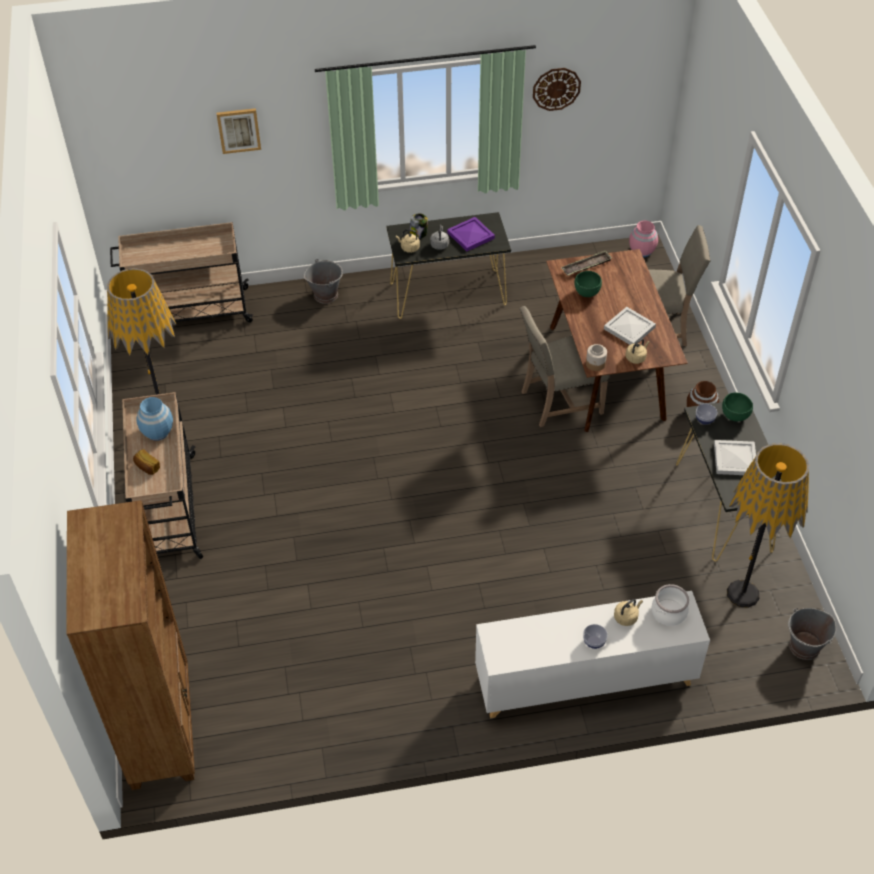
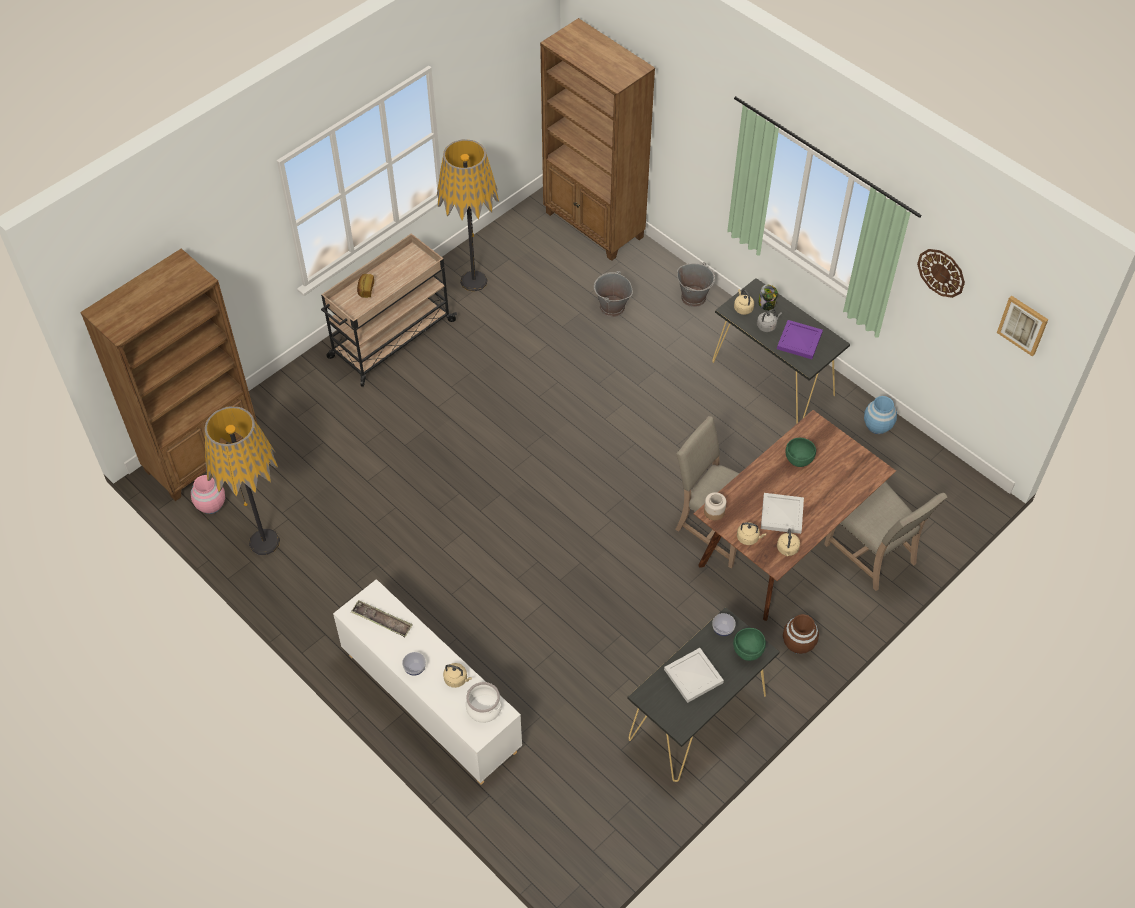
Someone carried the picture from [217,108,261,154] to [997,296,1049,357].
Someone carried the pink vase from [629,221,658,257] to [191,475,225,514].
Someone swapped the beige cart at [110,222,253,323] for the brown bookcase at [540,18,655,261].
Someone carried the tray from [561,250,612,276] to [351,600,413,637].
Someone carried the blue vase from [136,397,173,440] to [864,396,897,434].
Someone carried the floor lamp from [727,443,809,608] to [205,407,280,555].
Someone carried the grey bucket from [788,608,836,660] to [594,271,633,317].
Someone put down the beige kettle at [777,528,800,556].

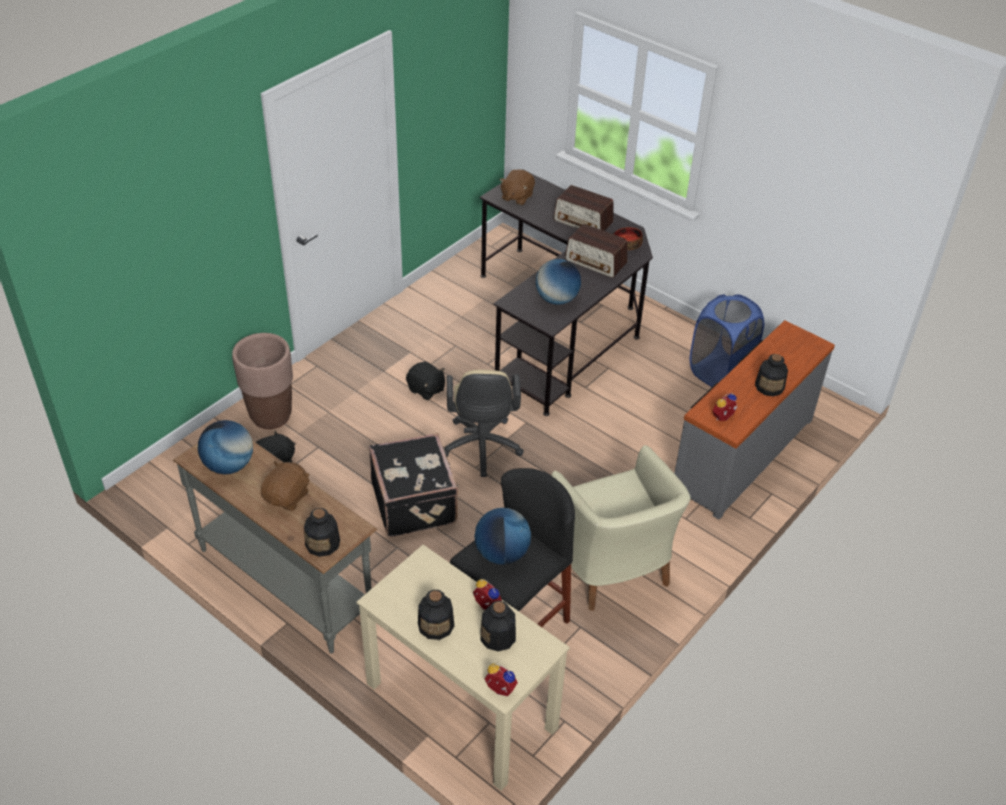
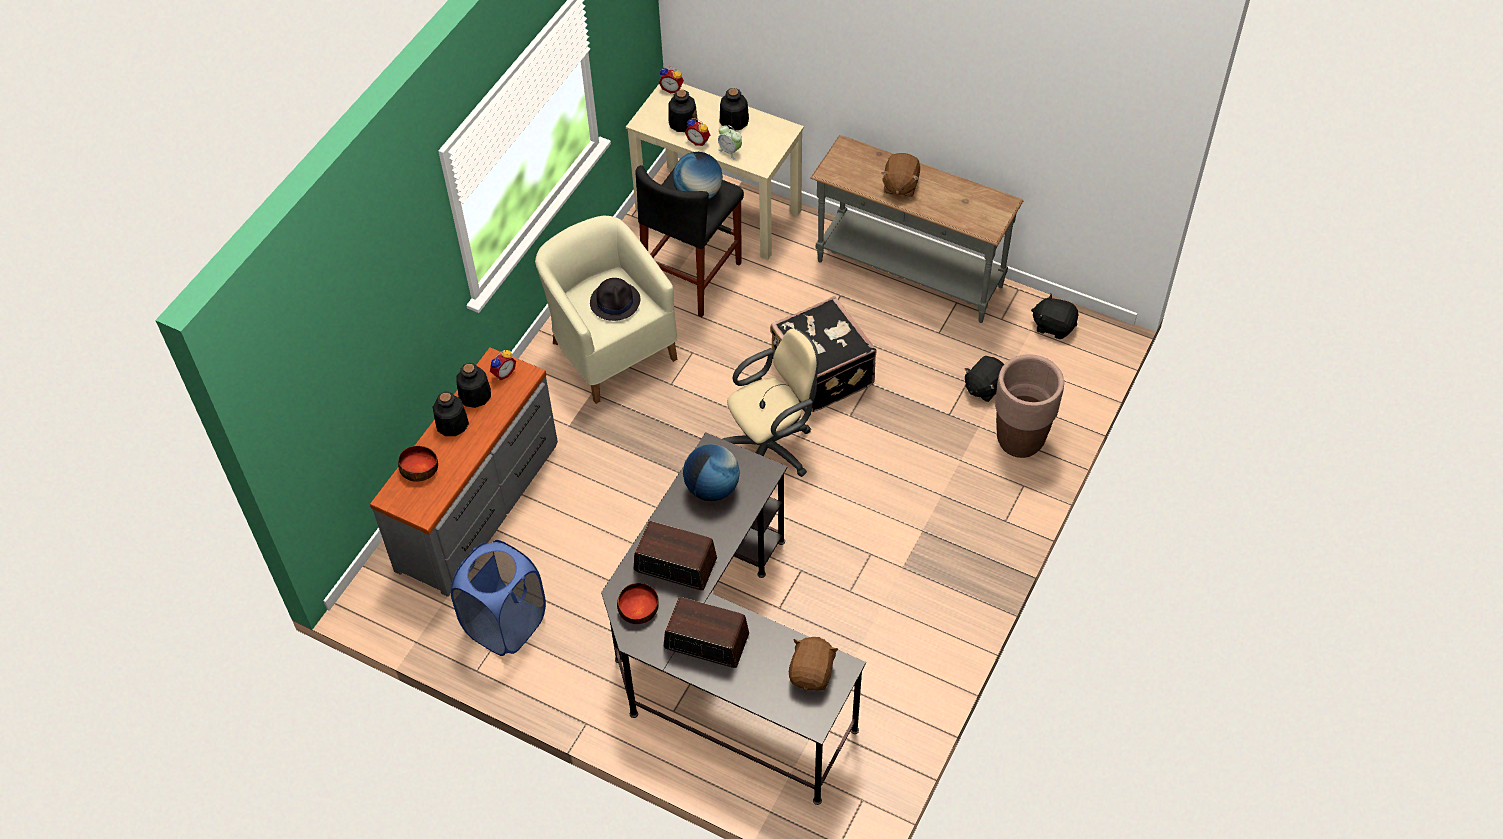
Someone carried the black plush toy from [406,361,445,400] to [1031,294,1078,339].
Someone rotated the beige office chair at [445,370,524,477] by 75 degrees clockwise.
Someone took away the globe at [198,420,253,474].
Someone carried the bottle from [304,508,340,557] to [456,363,491,408].
Someone put down the alarm clock at [718,125,742,160].
Someone put down the black hat at [590,278,640,321].
Someone put down the bowl at [398,446,438,482].

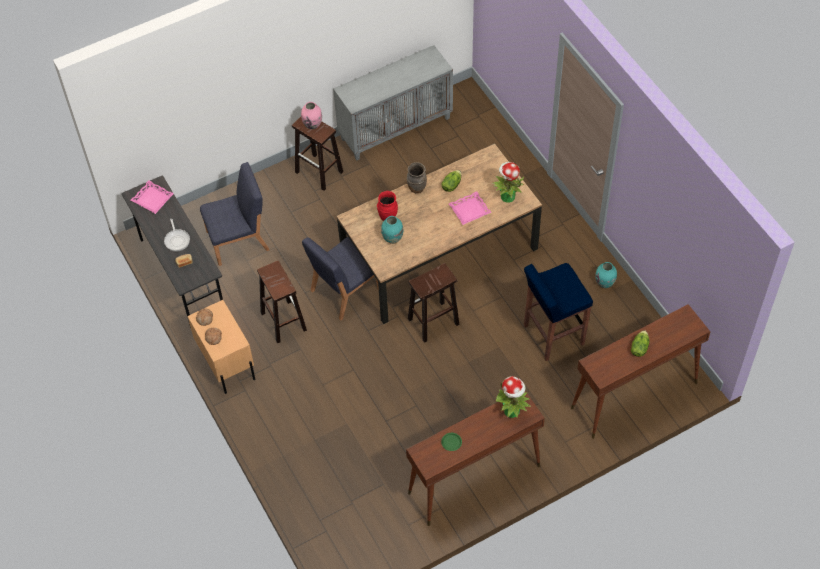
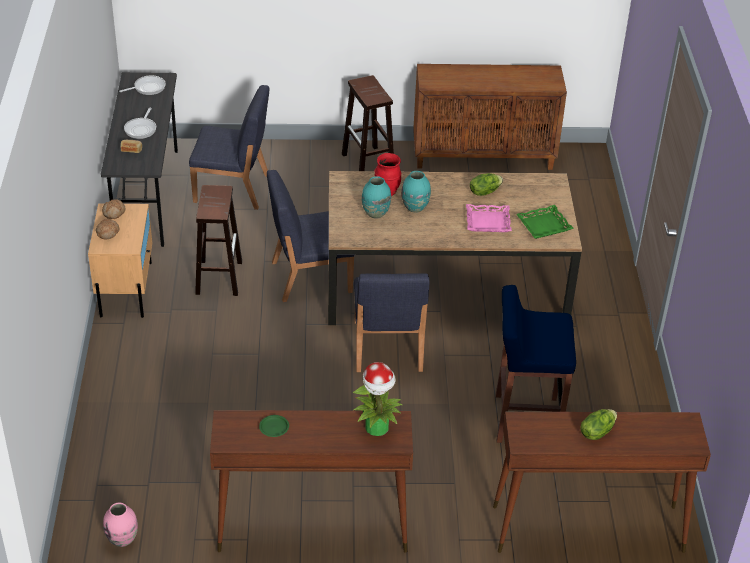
Someone repainted the grey cabinet at [333,45,453,161], which became the brown cabinet at [413,64,567,170].
Someone carried the pink vase from [301,102,322,129] to [103,503,138,547].
Someone took away the brown vase at [407,162,427,193].
Someone swapped the potted plant at [492,162,524,203] for the green tray at [516,205,574,239].
Someone swapped the pink tray at [131,180,174,214] for the frying pan at [119,75,166,95].
Someone carried the turquoise vase from [595,262,617,288] to [401,171,431,213].
Someone swapped the brown stool at [408,263,459,343] for the blue chair at [354,273,430,372].

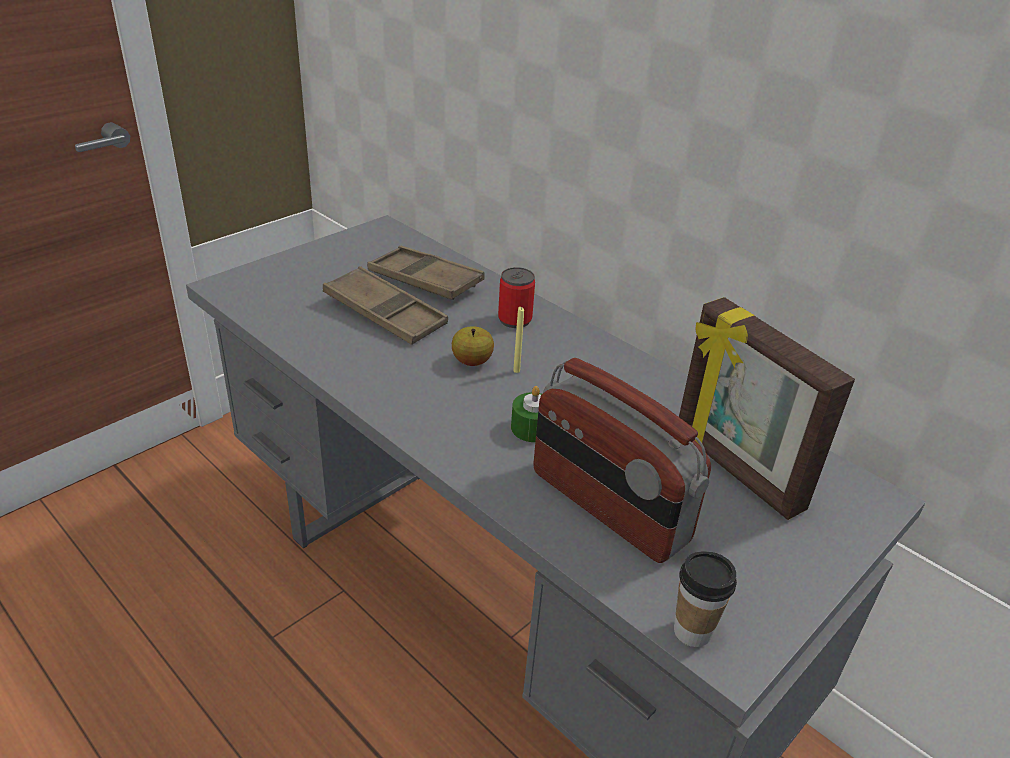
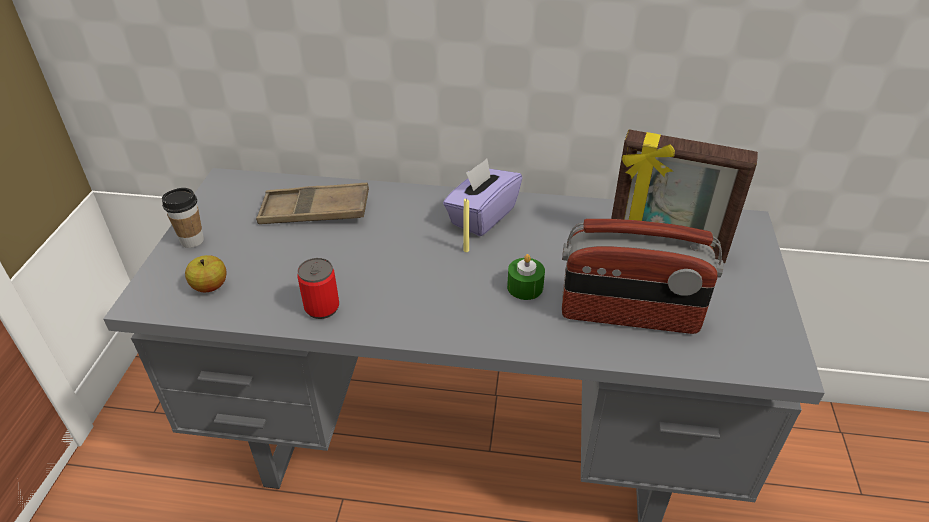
Someone took away the brown tray at [323,266,448,345].
Someone carried the can from [498,267,535,328] to [298,258,339,319].
Someone carried the apple from [452,326,494,366] to [185,255,227,292].
Someone carried the cup from [674,551,737,647] to [162,188,204,248].
Someone put down the purple tissue box at [443,159,522,236].

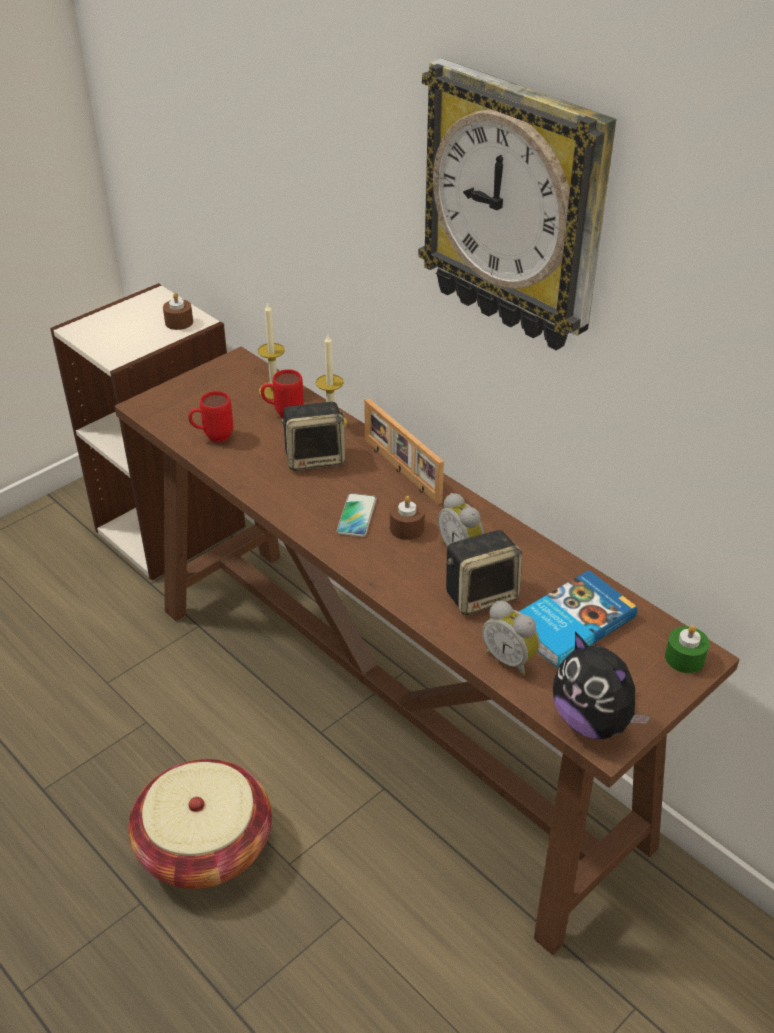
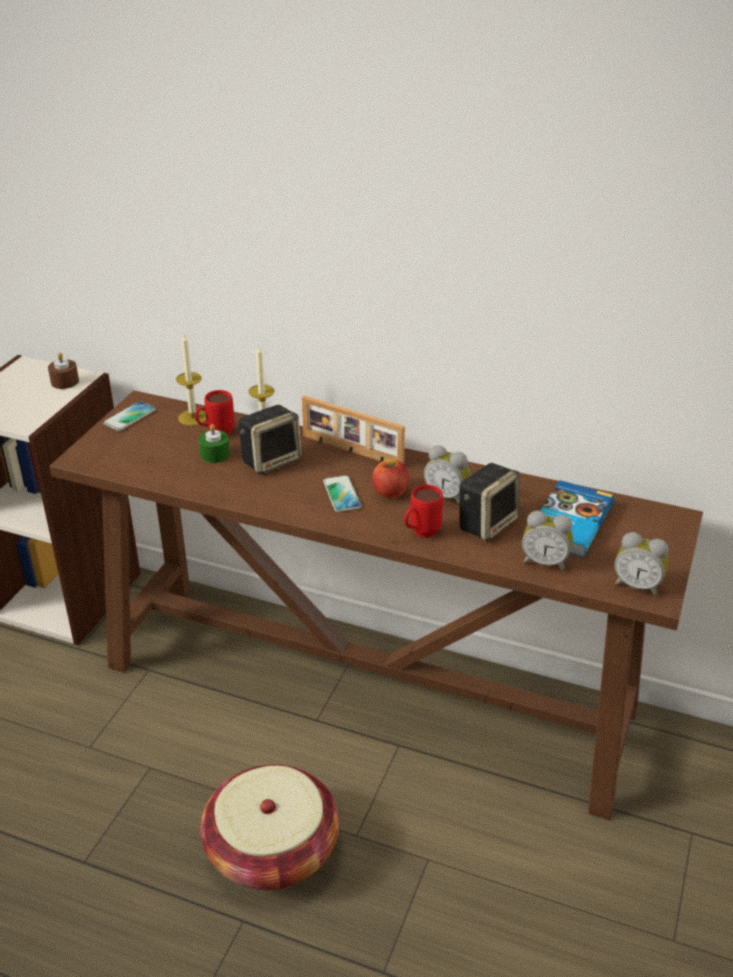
Someone took away the wall clock at [418,58,616,350].
Someone carried the red mug from [188,391,233,443] to [404,485,443,538].
Someone swapped the brown candle at [390,496,425,540] for the apple at [372,459,409,498].
Someone carried the green candle from [665,625,710,673] to [198,424,230,463].
Someone swapped the plush toy at [553,632,650,739] for the alarm clock at [614,532,669,596].
Someone put down the phone at [103,401,156,431].

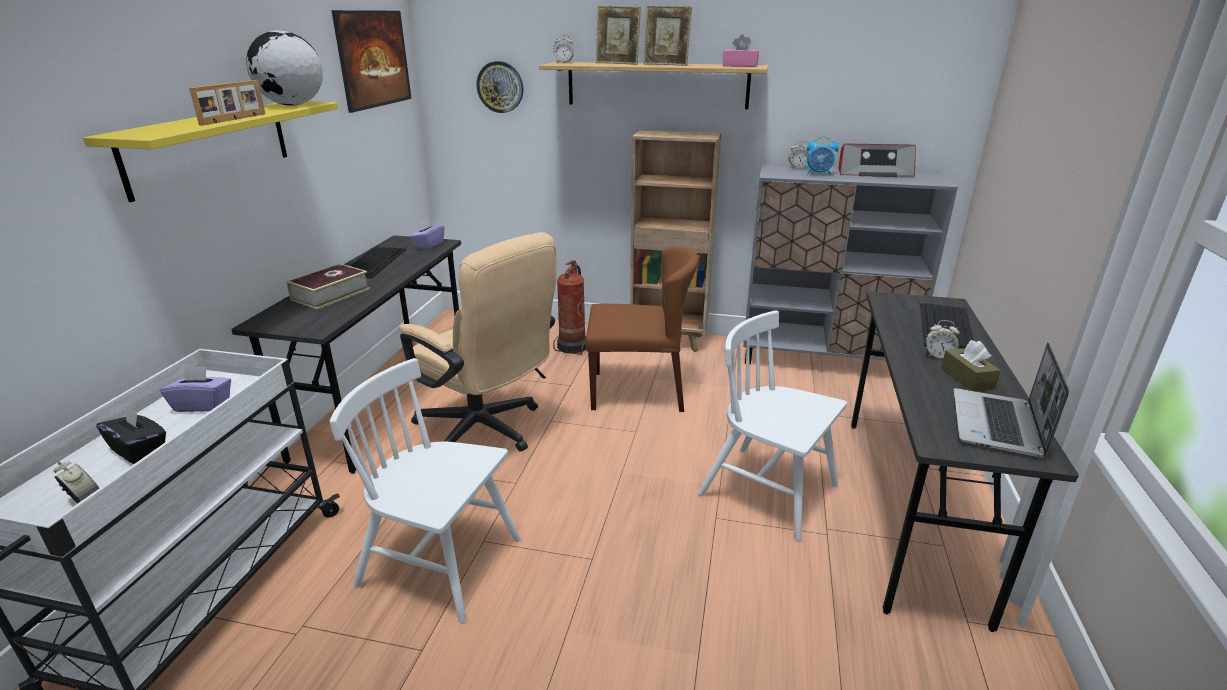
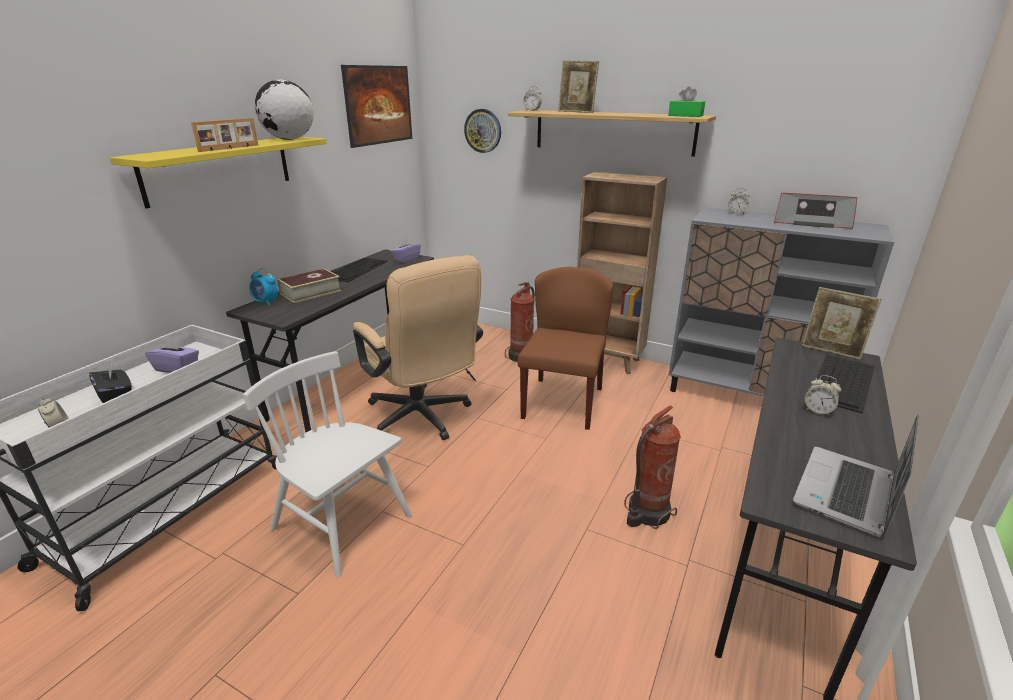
Someone carried the picture frame from [644,5,692,66] to [802,287,882,360].
Someone repainted the pink tissue box at [723,35,759,67], which became the green tissue box at [668,86,705,117].
Someone carried the alarm clock from [807,136,839,175] to [249,268,278,306].
Someone rotated the brown chair at [585,246,698,412] by 90 degrees counterclockwise.
Someone swapped the white chair at [698,311,847,541] for the fire extinguisher at [624,406,681,529].
Someone took away the brown tissue box at [941,340,1001,391].

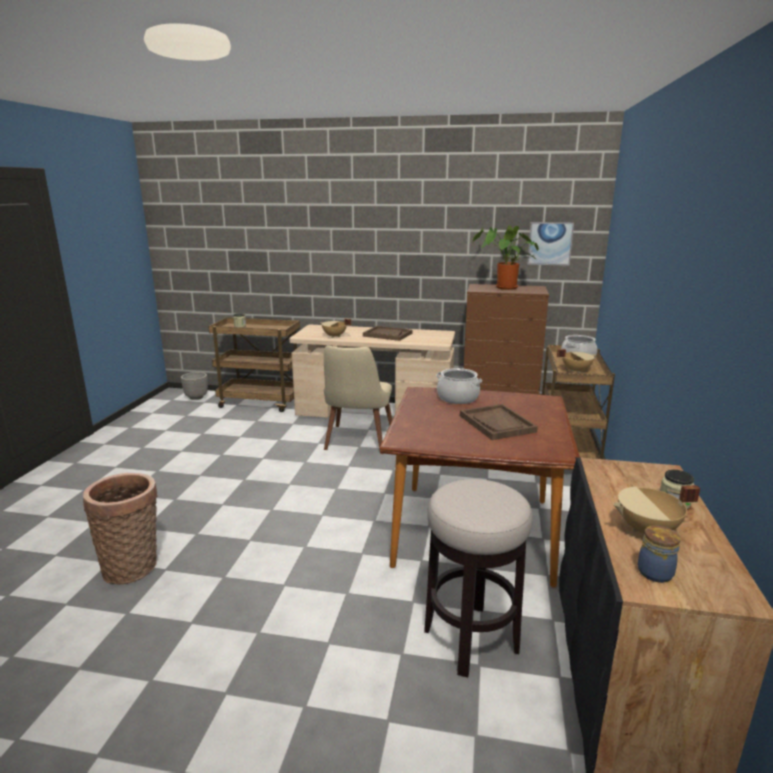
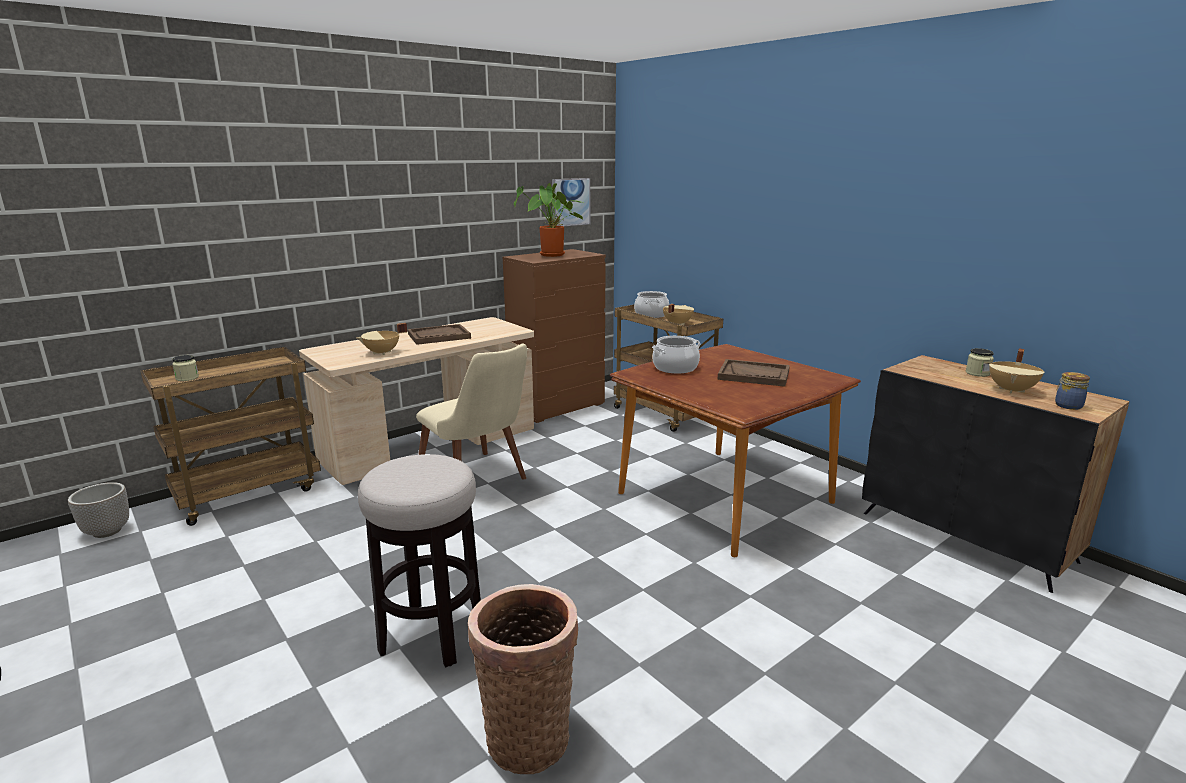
Someone carried the stool from [424,479,533,677] to [358,454,481,668].

